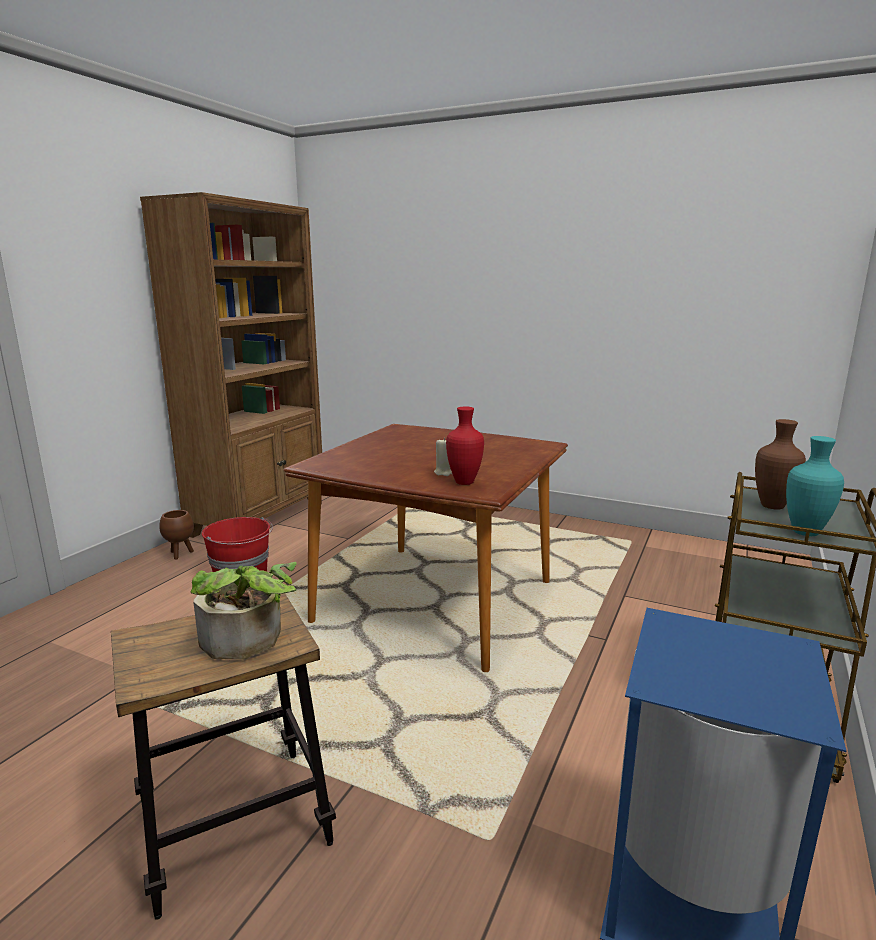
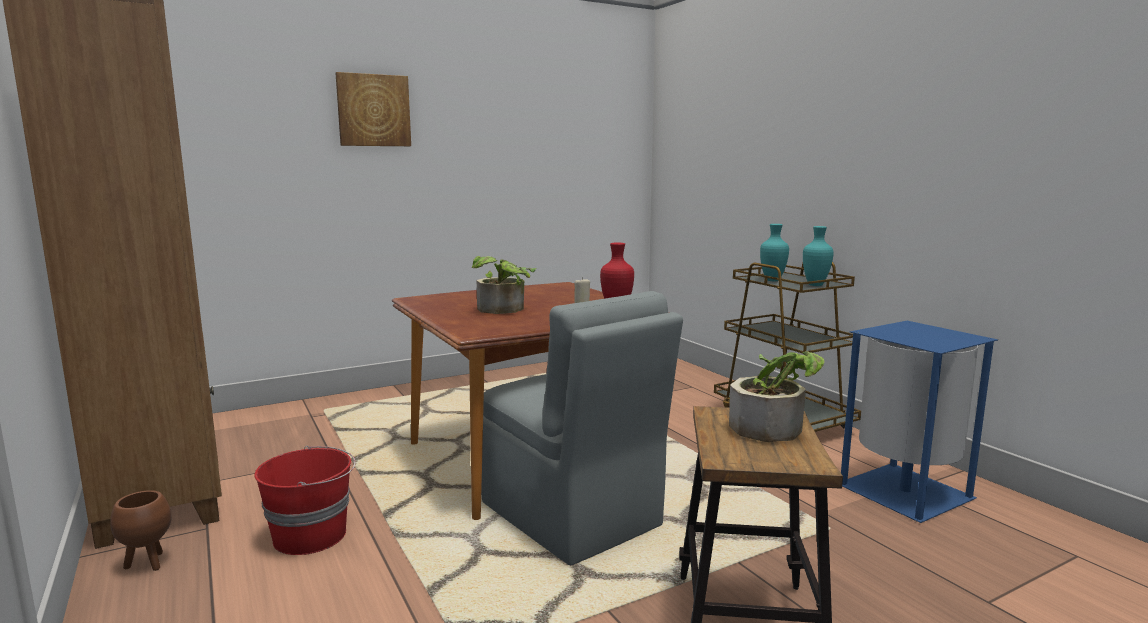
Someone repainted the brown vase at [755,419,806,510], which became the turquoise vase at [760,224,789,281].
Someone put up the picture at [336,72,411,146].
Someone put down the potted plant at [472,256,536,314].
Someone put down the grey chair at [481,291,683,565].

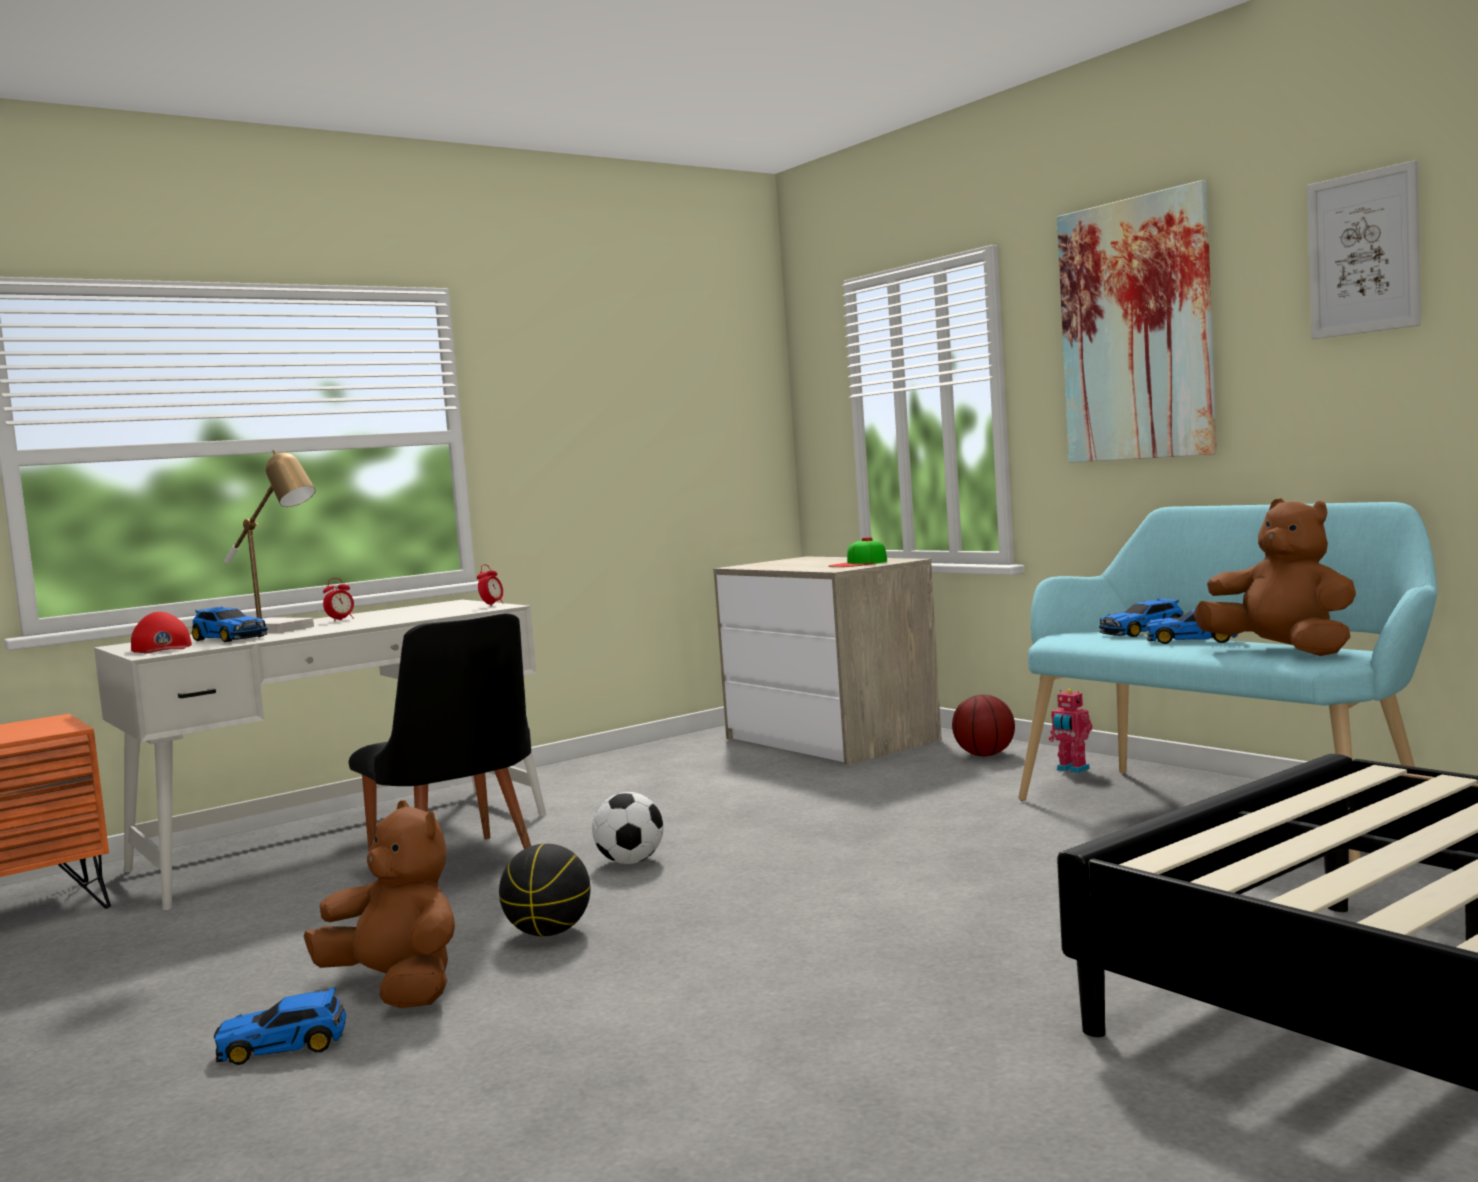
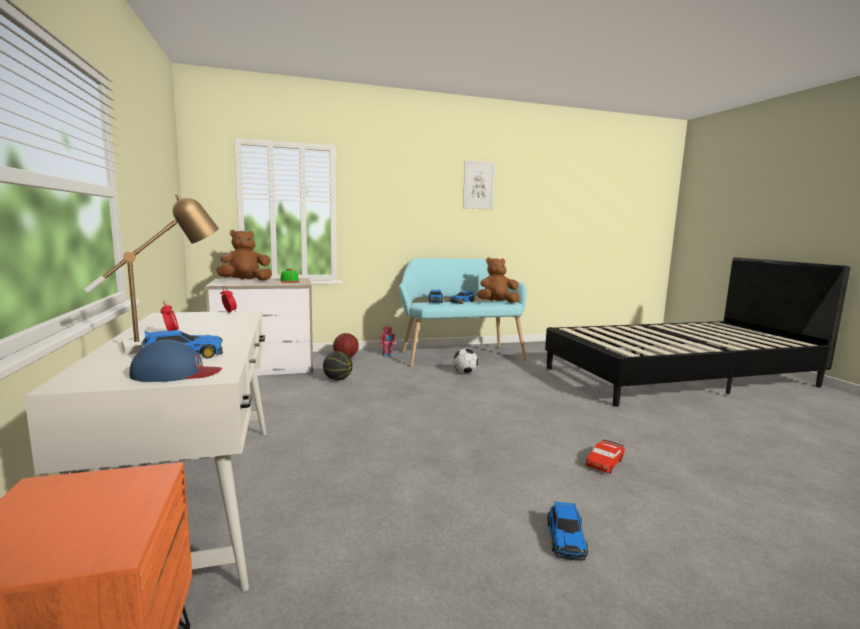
Someone took away the picture at [1057,180,1217,463].
Someone repainted the red cap at [131,612,192,654], which became the blue cap at [129,340,222,382].
Someone took away the black chair at [349,613,531,851].
Someone carried the football from [592,792,663,864] to [453,348,478,374].
Someone carried the brown plush toy from [303,800,455,1008] to [216,230,272,281].
Someone carried the basketball from [499,843,590,936] to [323,351,353,381].
Someone put down the red toy car at [585,440,625,473].

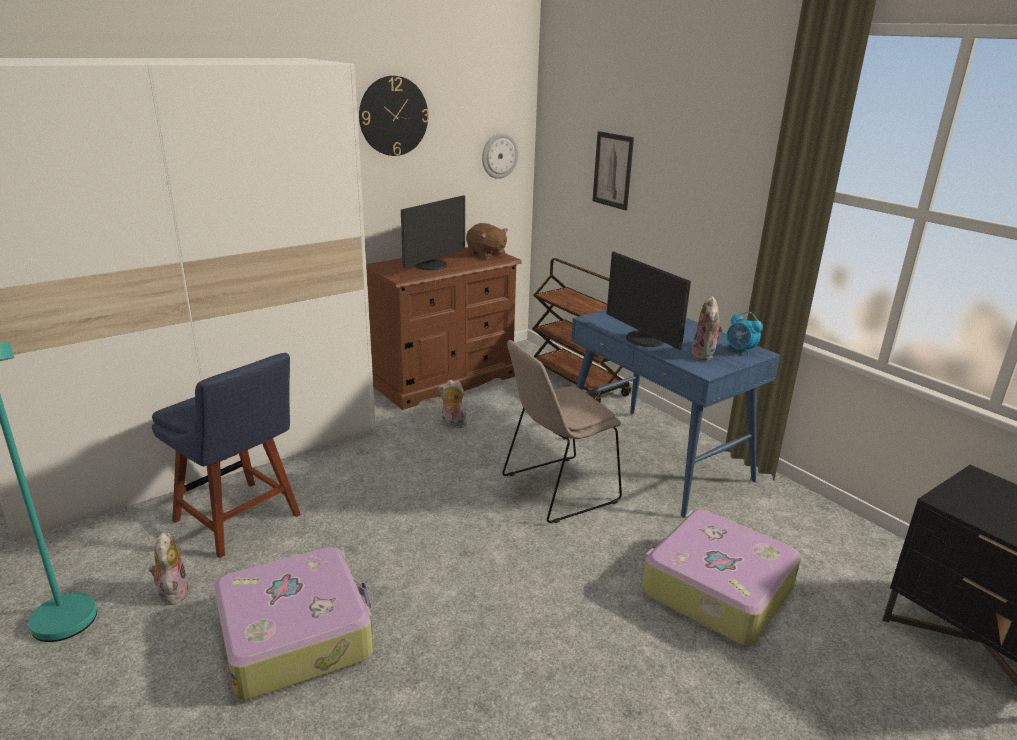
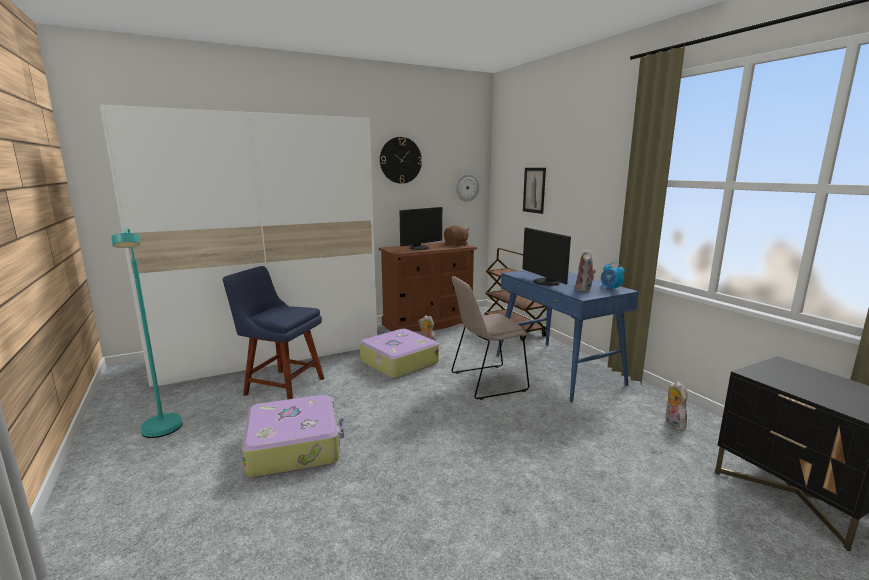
Someone rotated the blue chair at [152,353,301,558] by 150 degrees clockwise.
Someone carried the suitcase from [642,510,801,646] to [360,329,439,379].
Someone carried the plush toy from [149,532,190,605] to [665,381,687,431].

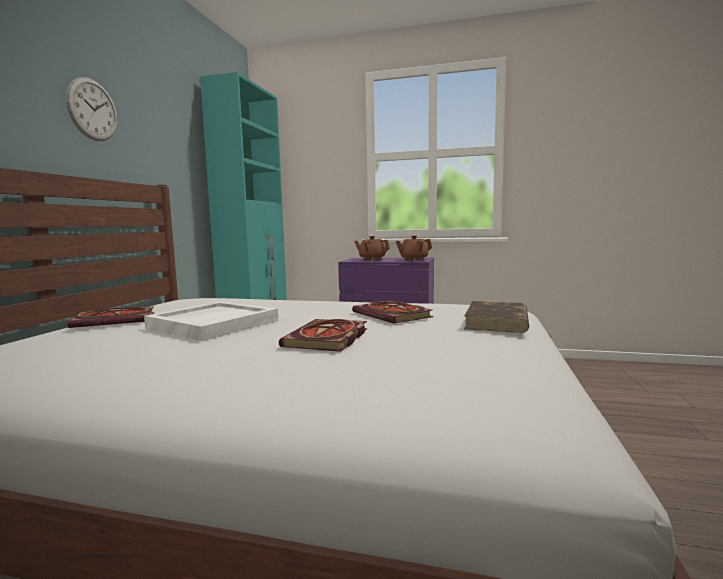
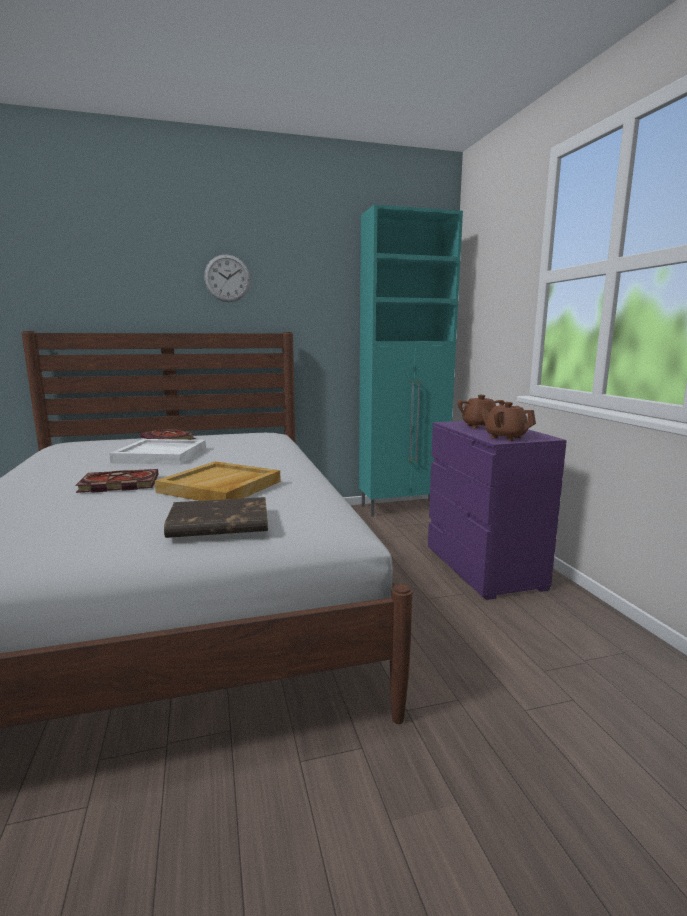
Someone swapped the book at [352,300,433,324] for the beige tray at [155,461,281,501].

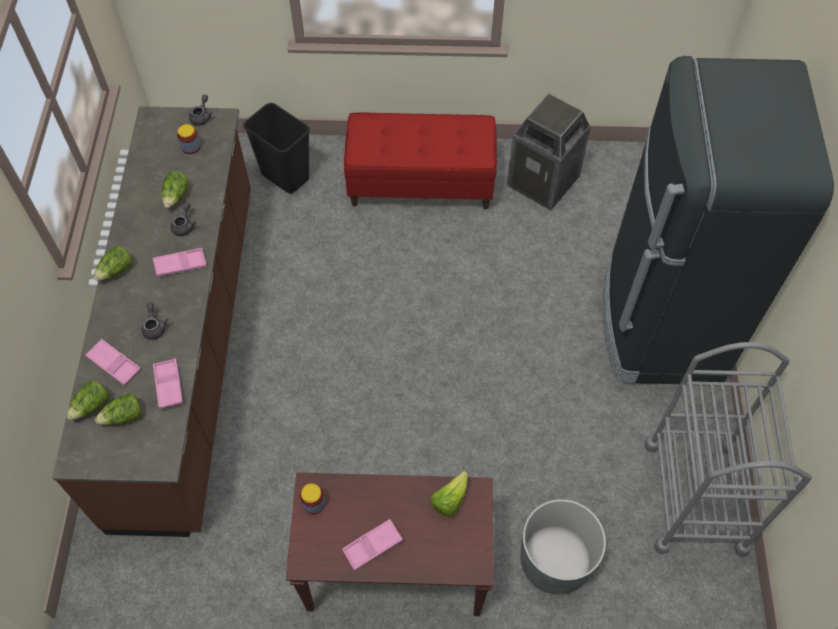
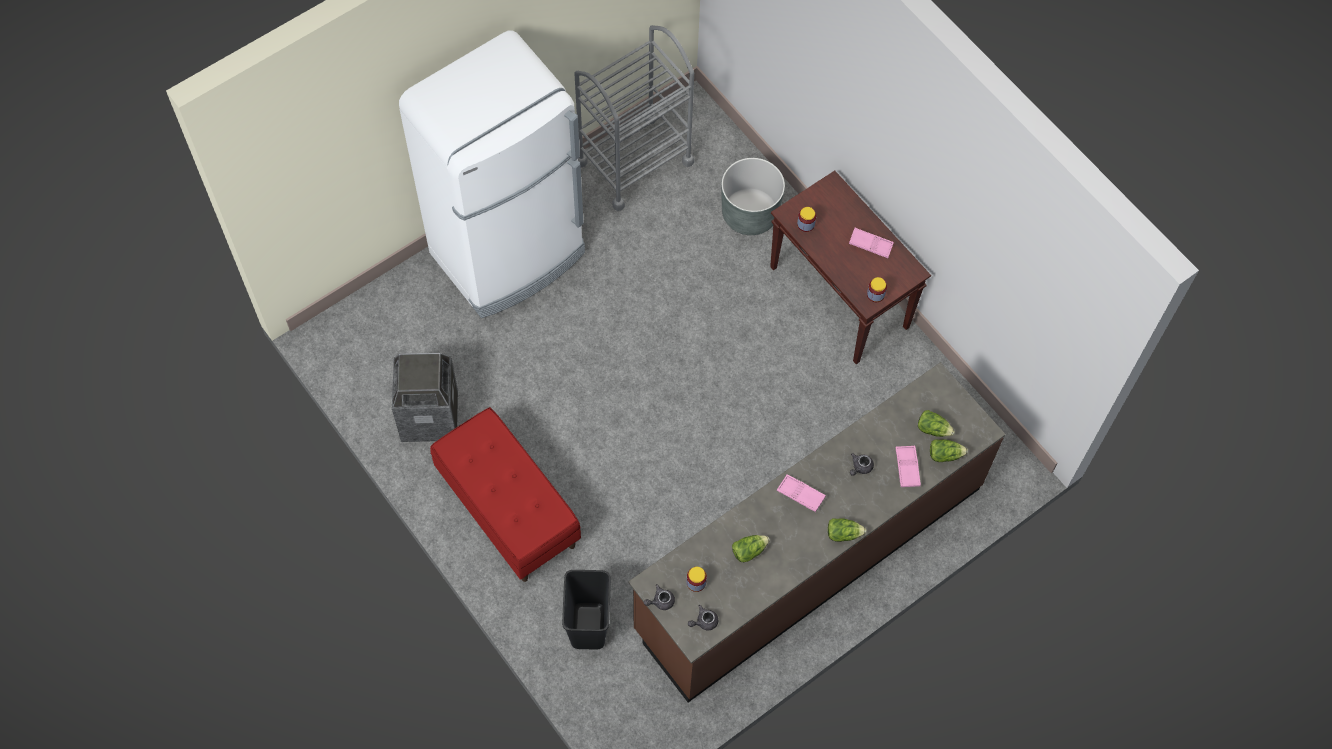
Someone repainted the black fridge at [602,56,834,384], which became the white fridge at [399,30,585,318].
Someone carried the grey teapot from [171,202,196,236] to [688,605,718,630].
Someone took away the pink tray at [153,358,183,409].
Someone swapped the lettuce at [430,471,468,517] for the jar at [797,207,816,232].

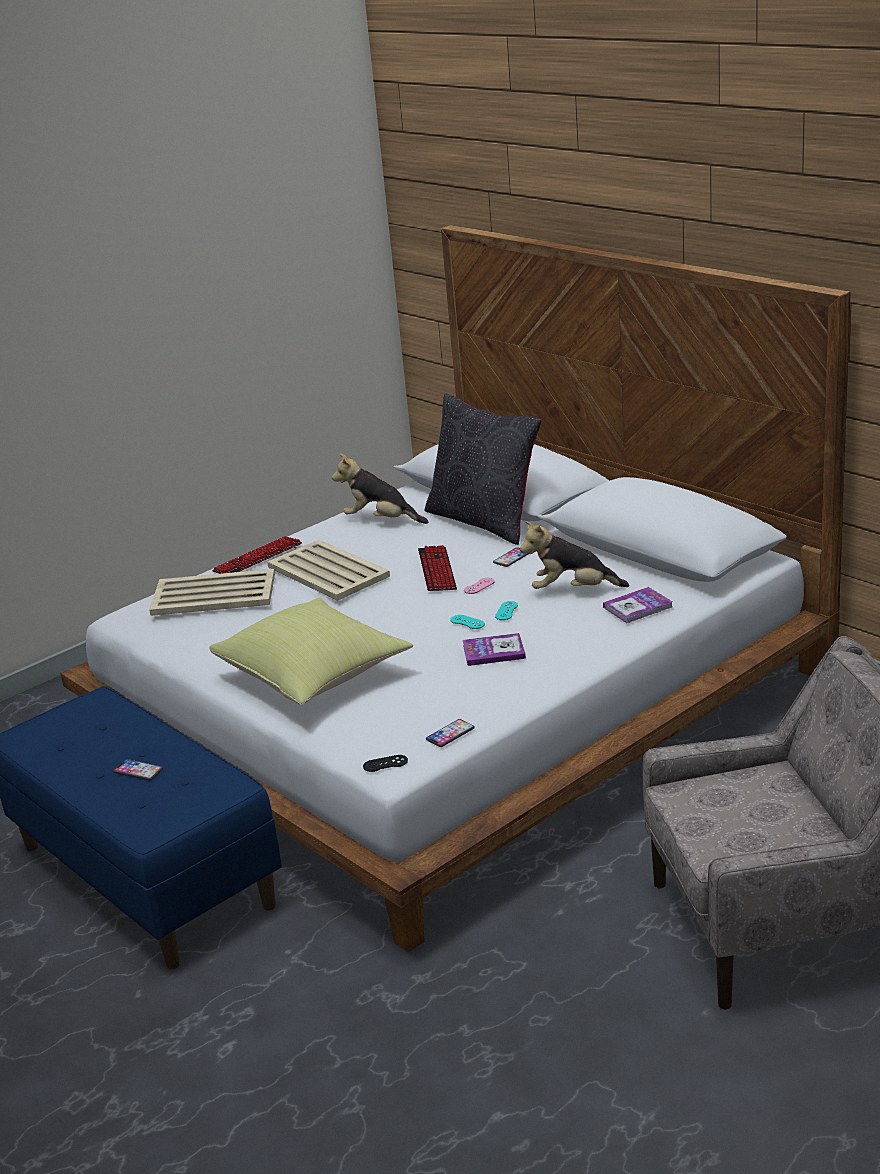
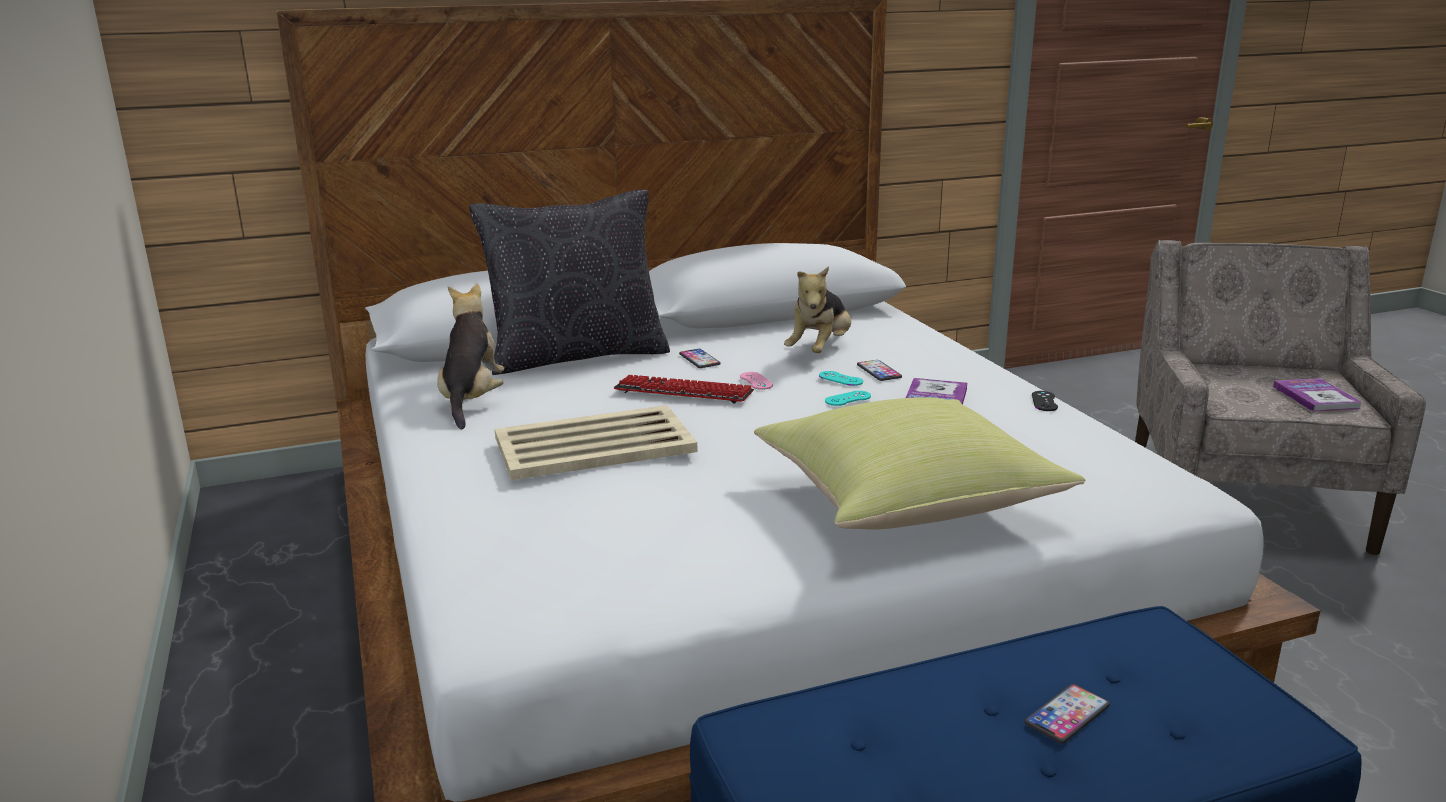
Someone rotated the plush toy at [332,453,429,524] by 135 degrees clockwise.
Someone took away the keyboard at [212,536,302,574].
Someone took away the beige tray at [149,569,275,616].
Someone carried the book from [603,587,673,623] to [1273,378,1361,412].
Someone carried the phone from [426,719,475,747] to [857,360,902,381].
Someone carried the black game controller from [363,755,408,772] to [1032,391,1058,411].

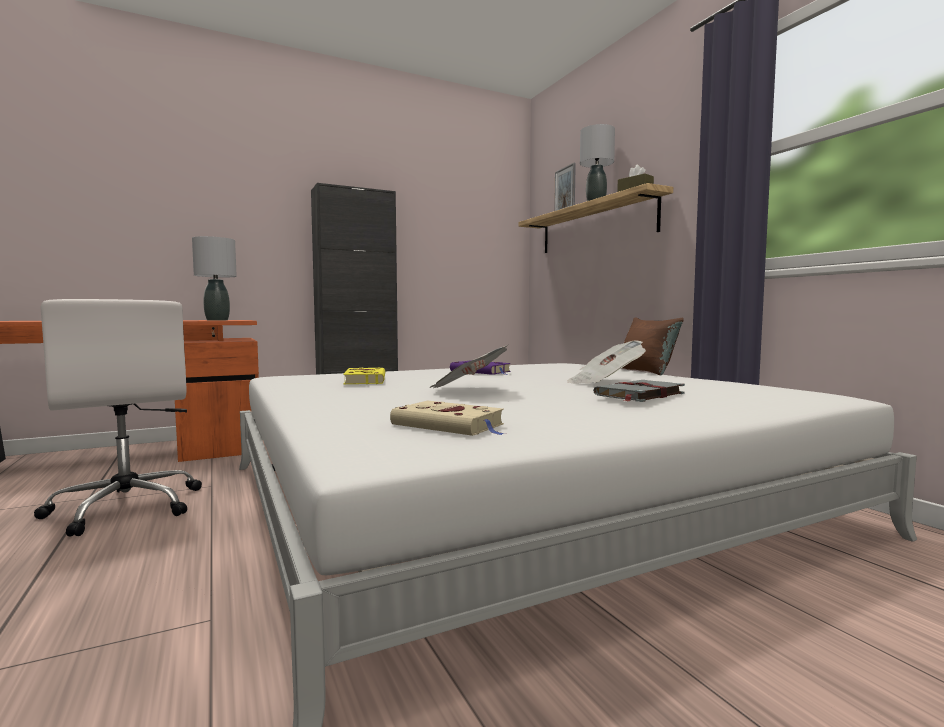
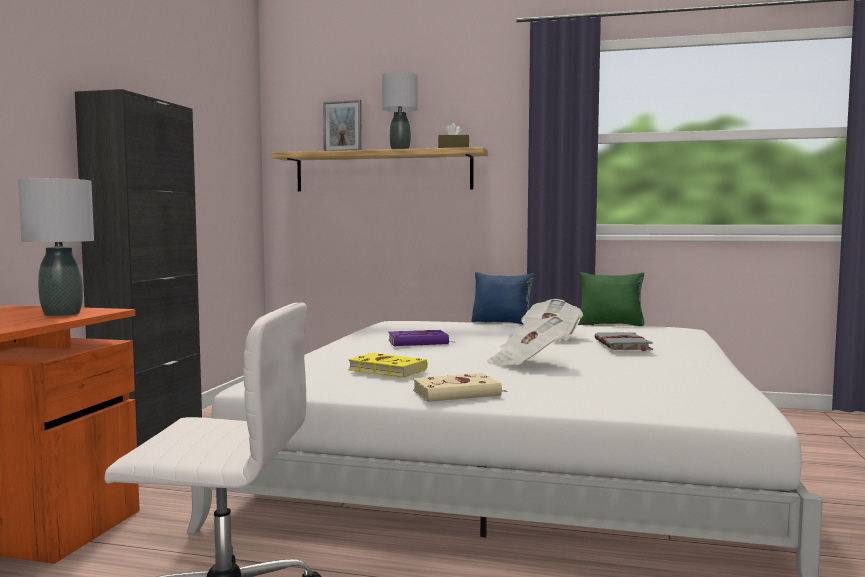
Someone repainted the brown pillow at [623,317,684,375], which became the blue pillow at [472,272,535,325].
Someone carried the beige book from [390,401,505,436] to [413,373,509,402].
Someone put down the green pillow at [580,272,645,326].

